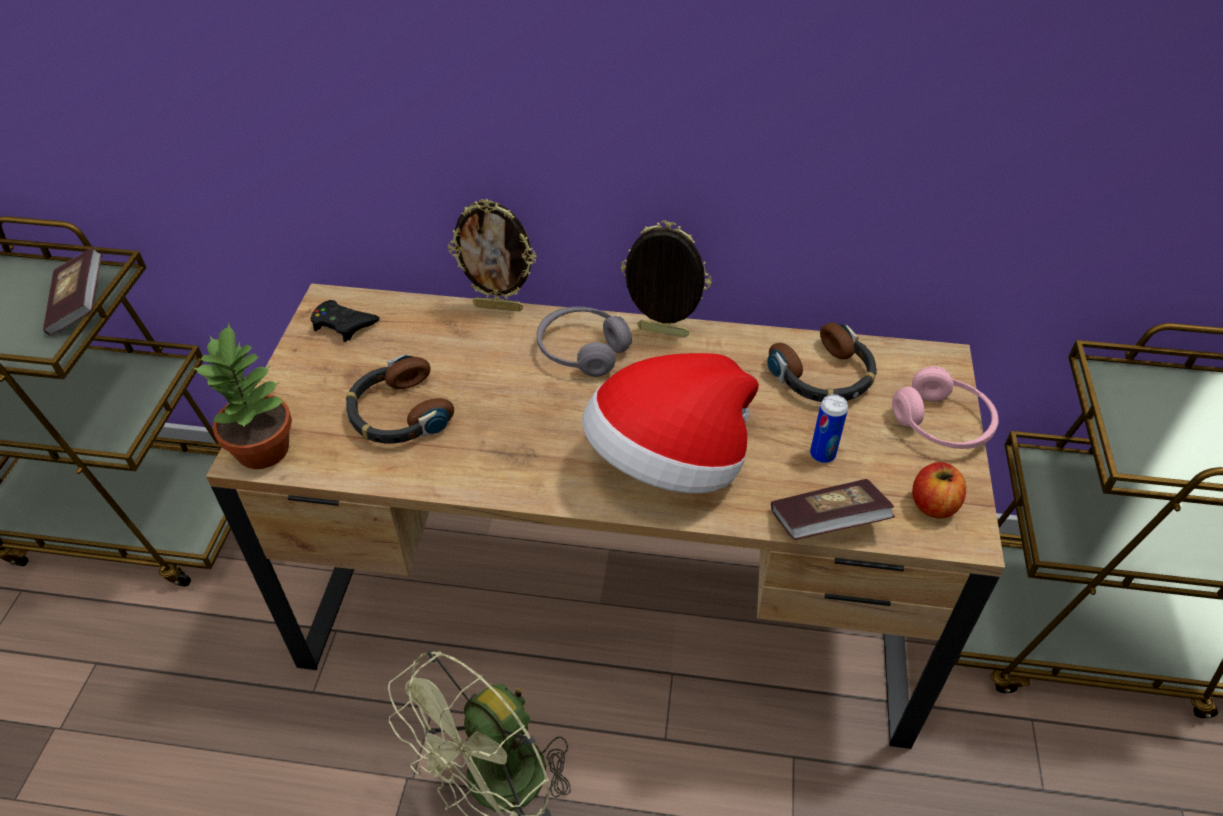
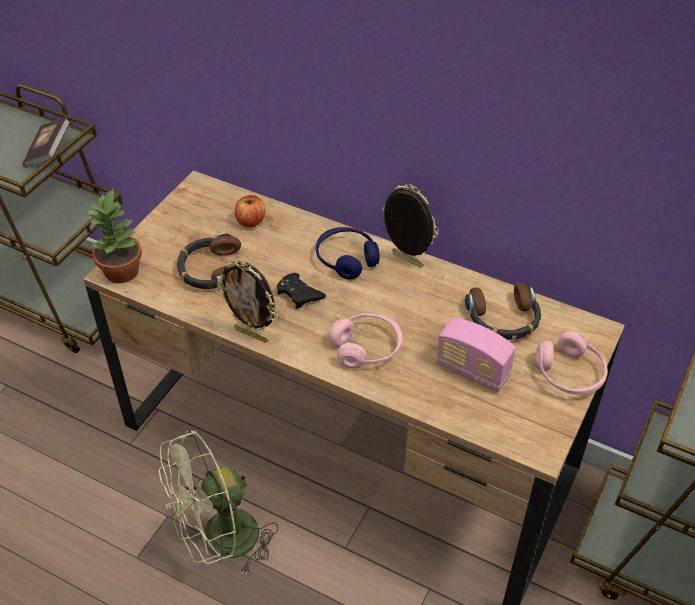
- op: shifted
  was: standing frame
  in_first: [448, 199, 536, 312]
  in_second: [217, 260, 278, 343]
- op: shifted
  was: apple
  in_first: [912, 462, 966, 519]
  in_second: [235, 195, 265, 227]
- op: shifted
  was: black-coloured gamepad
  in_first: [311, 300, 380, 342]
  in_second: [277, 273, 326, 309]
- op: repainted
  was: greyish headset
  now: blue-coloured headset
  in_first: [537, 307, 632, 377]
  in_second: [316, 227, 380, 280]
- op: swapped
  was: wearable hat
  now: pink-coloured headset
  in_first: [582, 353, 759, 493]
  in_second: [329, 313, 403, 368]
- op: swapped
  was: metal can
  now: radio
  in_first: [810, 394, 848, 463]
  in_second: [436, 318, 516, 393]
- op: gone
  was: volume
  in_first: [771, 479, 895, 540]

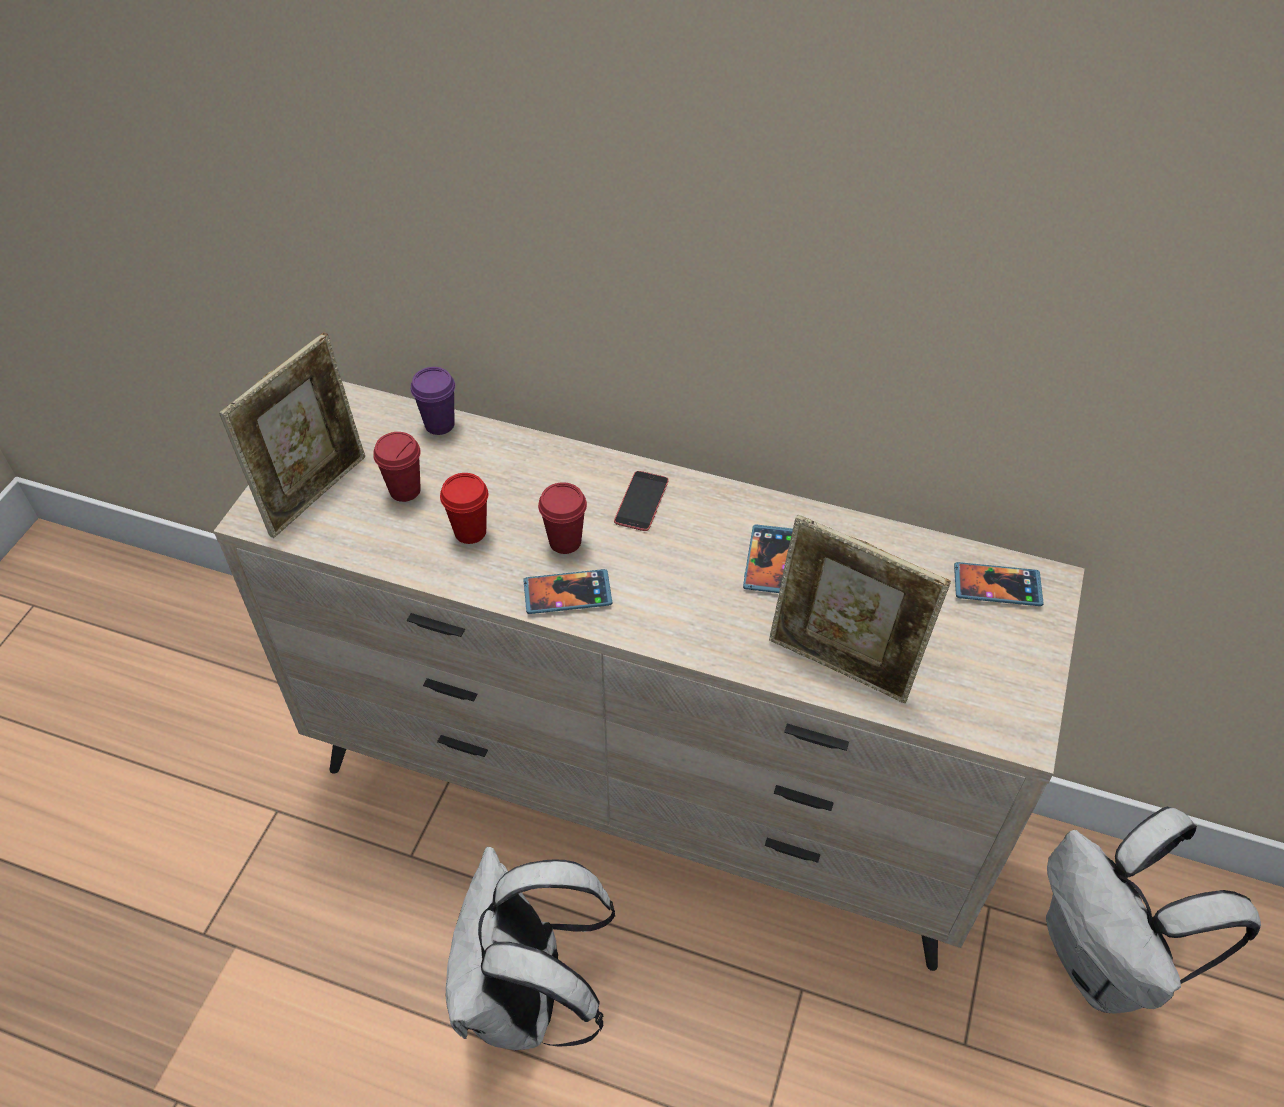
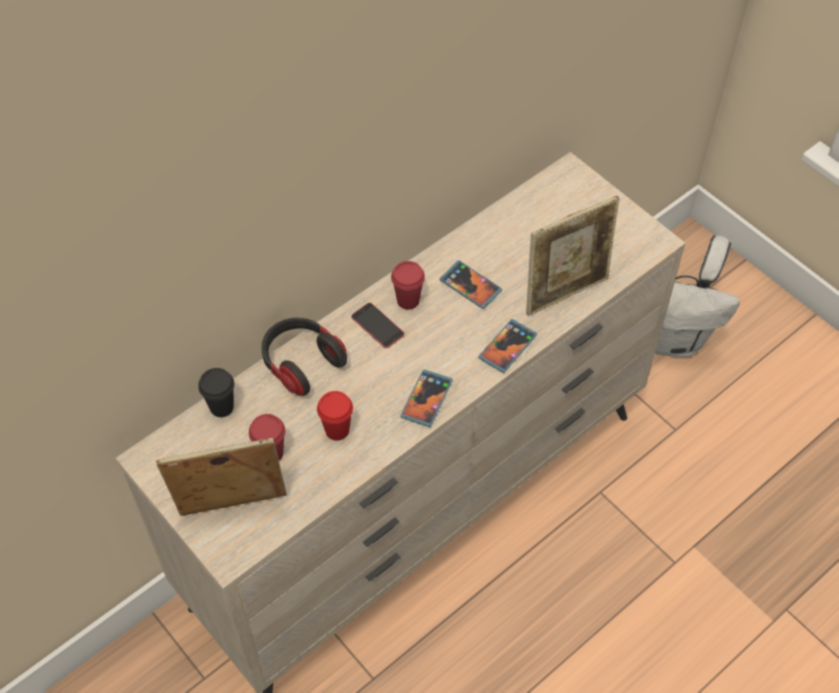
- op: rotated
  was: standing frame
  in_first: [219, 332, 365, 538]
  in_second: [156, 438, 287, 516]
  clockwise: -75
- op: repainted
  was: purple cup
  now: black-coloured cup
  in_first: [411, 367, 455, 435]
  in_second: [198, 368, 234, 417]
- op: new
  now: headset
  in_second: [261, 318, 347, 396]
- op: shifted
  was: red cup
  in_first: [538, 482, 587, 554]
  in_second: [391, 261, 425, 310]
- op: shifted
  was: phone
  in_first: [954, 562, 1044, 606]
  in_second: [478, 319, 537, 373]
- op: gone
  was: whitish backpack
  in_first: [446, 847, 615, 1050]

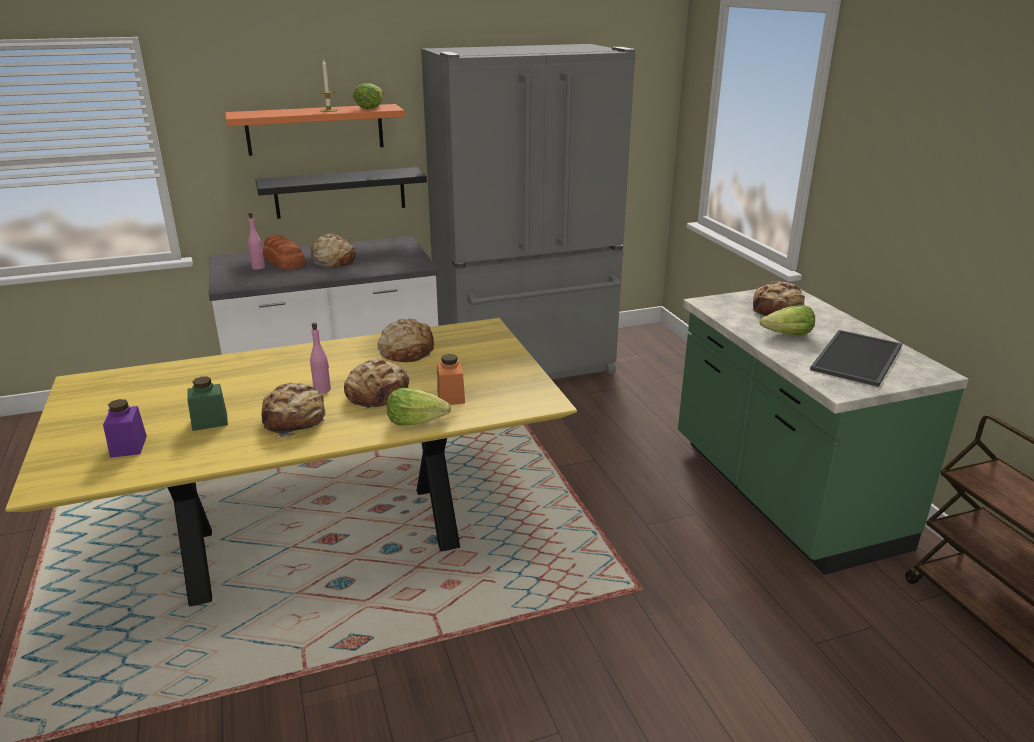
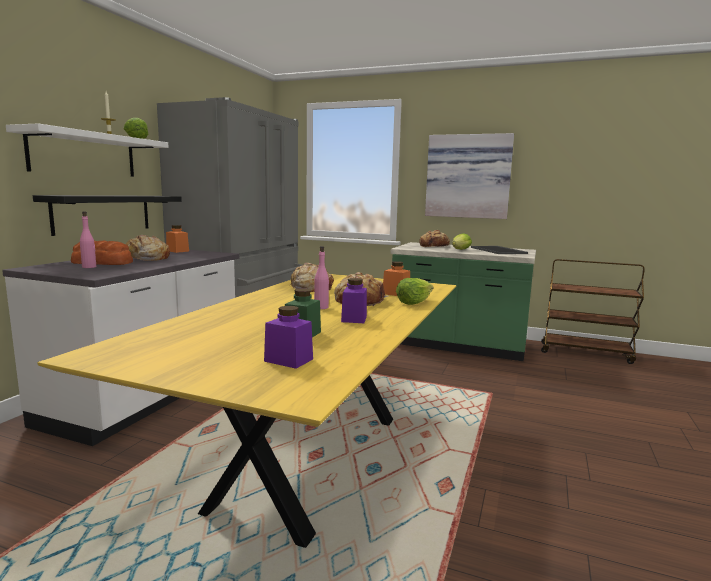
- op: repainted
  was: orange shelf
  now: whitish shelf
  in_first: [225, 104, 405, 156]
  in_second: [6, 123, 169, 177]
- op: new
  now: orange jar
  in_second: [166, 225, 189, 253]
- op: swapped
  was: bakery bread
  now: purple jar
  in_first: [261, 383, 326, 438]
  in_second: [341, 278, 367, 323]
- op: new
  now: wall art
  in_second: [425, 133, 514, 219]

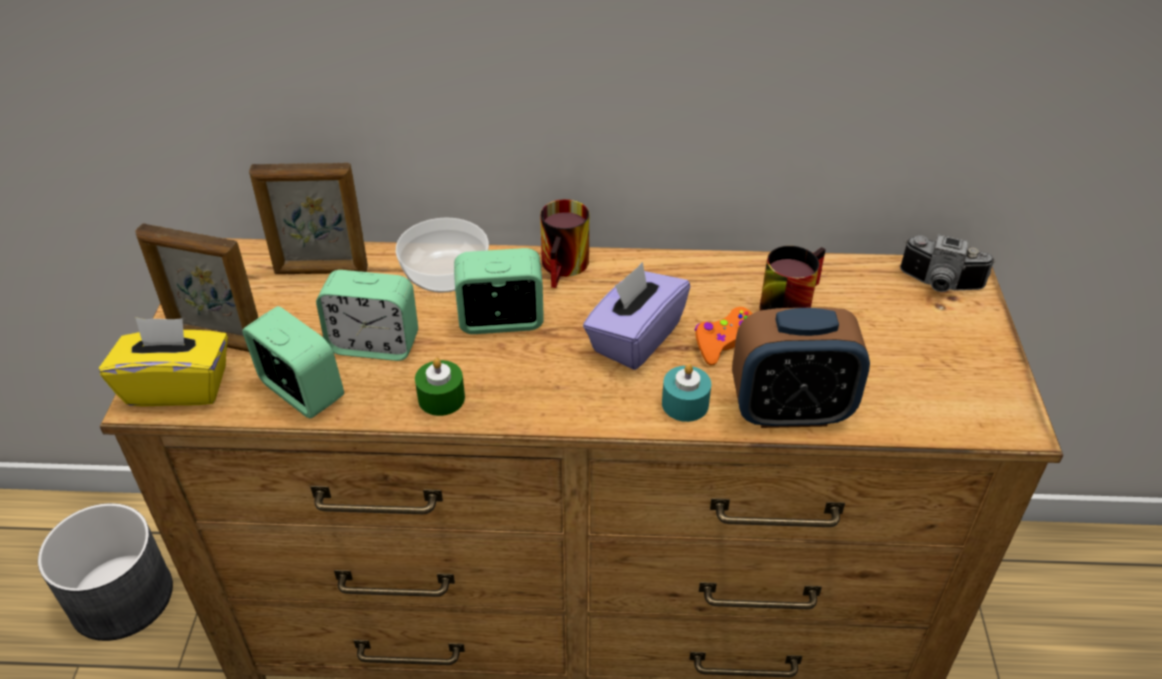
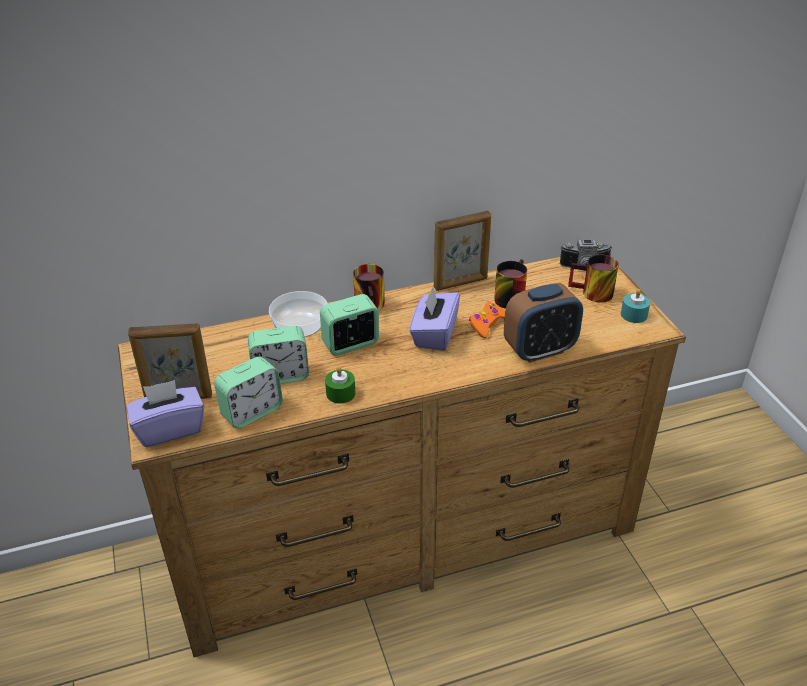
- op: repainted
  was: yellow tissue box
  now: purple tissue box
  in_first: [99, 317, 228, 407]
  in_second: [126, 380, 204, 447]
- op: rotated
  was: table clock
  in_first: [242, 306, 344, 418]
  in_second: [214, 356, 283, 428]
  clockwise: 120
- op: shifted
  was: standing frame
  in_first: [249, 163, 368, 274]
  in_second: [434, 211, 491, 291]
- op: new
  now: mug
  in_second: [568, 255, 619, 303]
- op: shifted
  was: turquoise-coloured candle
  in_first: [662, 364, 711, 422]
  in_second: [621, 289, 650, 323]
- op: gone
  was: greyish planter
  in_first: [38, 503, 173, 641]

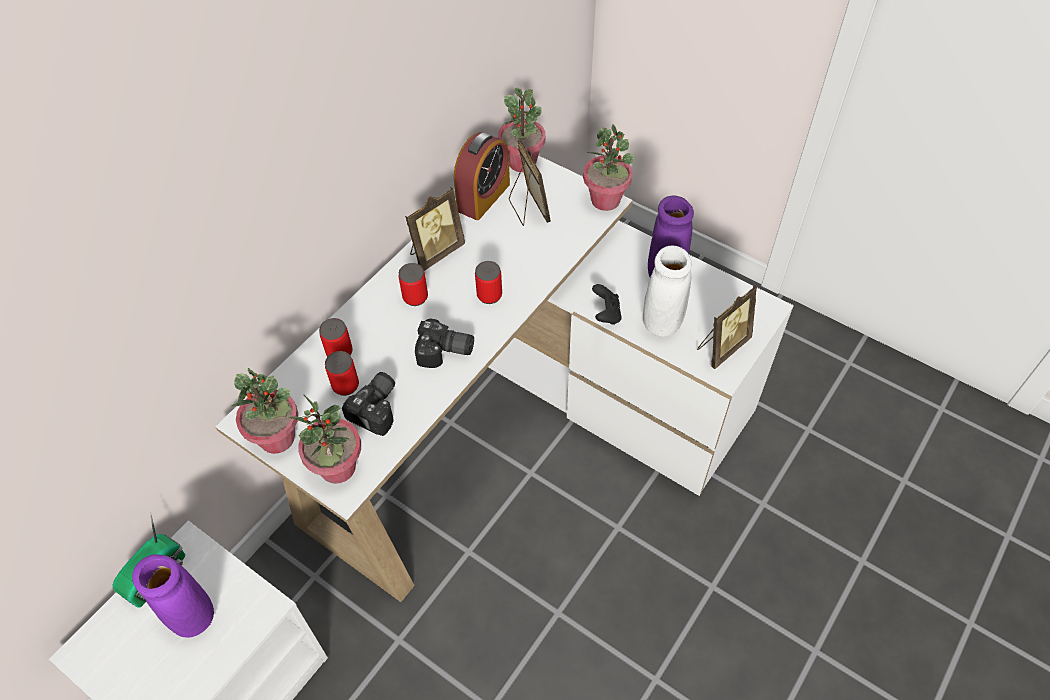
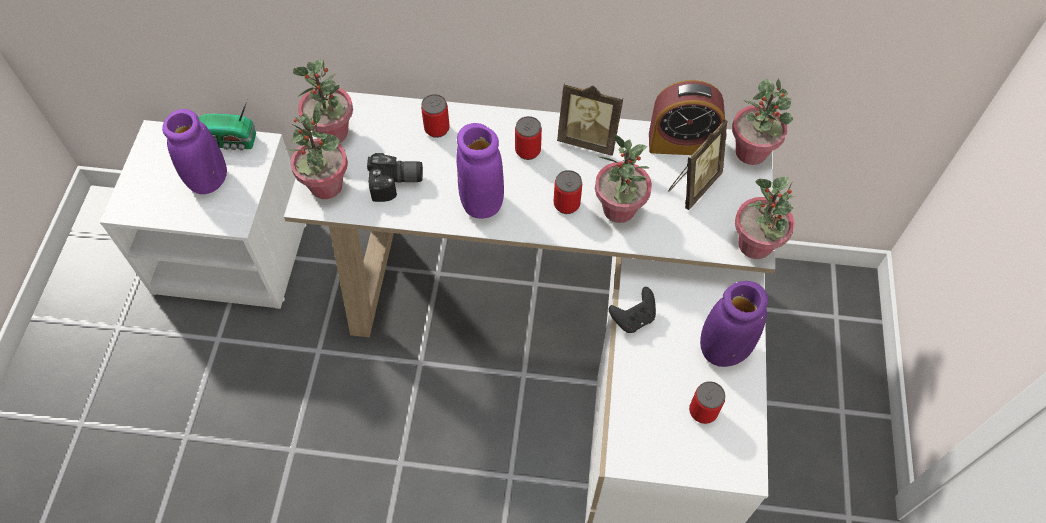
- op: swapped
  was: photo camera
  now: purple decorative vase
  in_first: [415, 318, 474, 368]
  in_second: [457, 123, 504, 219]
- op: new
  now: plant in a pot
  in_second: [595, 134, 652, 223]
- op: shifted
  was: metal can
  in_first: [325, 351, 359, 396]
  in_second: [689, 381, 725, 424]
- op: gone
  was: whitish decorative vase
  in_first: [643, 246, 692, 337]
- op: gone
  was: standing frame
  in_first: [697, 285, 757, 369]

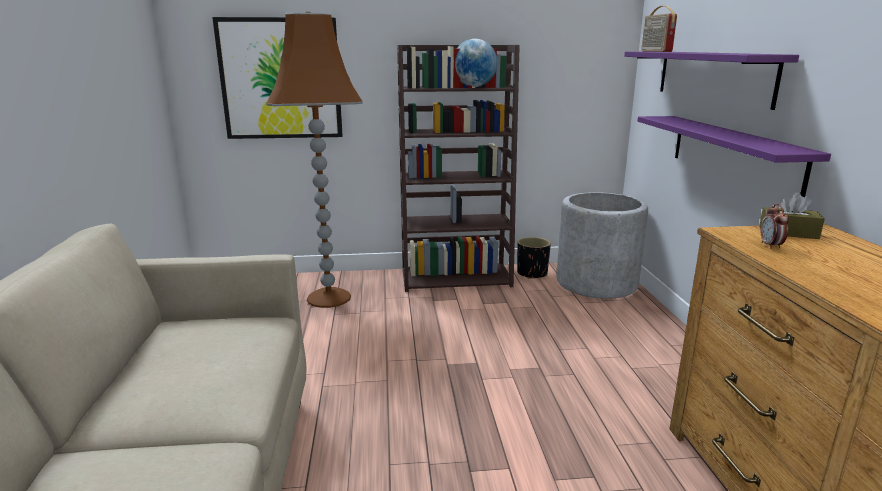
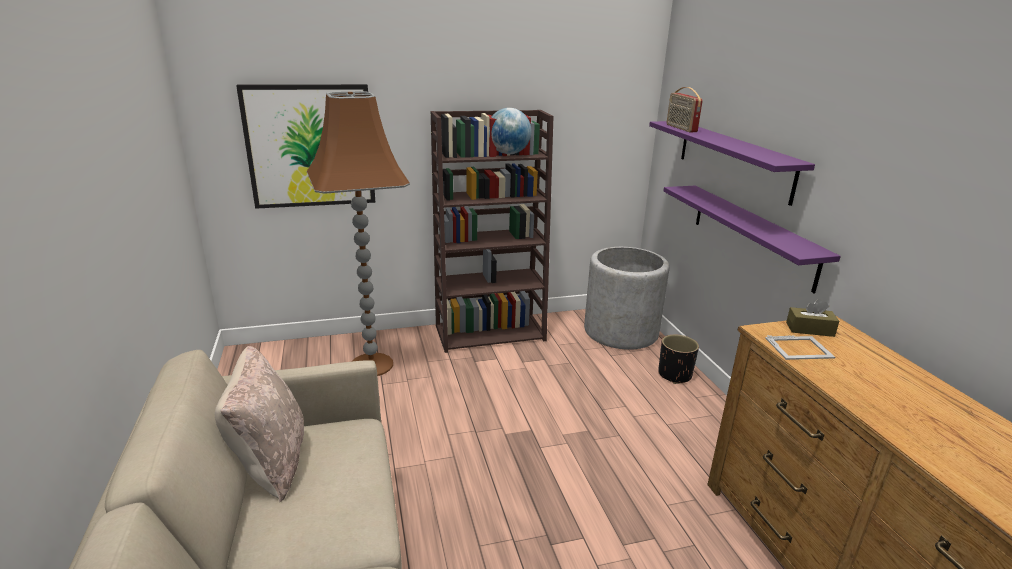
- op: new
  now: sand-coloured throw pillow
  in_second: [215, 346, 304, 502]
- op: shifted
  was: black-coloured planter
  in_first: [517, 237, 551, 279]
  in_second: [658, 335, 699, 384]
- op: swapped
  was: table clock
  now: standing frame
  in_first: [760, 204, 789, 249]
  in_second: [765, 335, 835, 360]

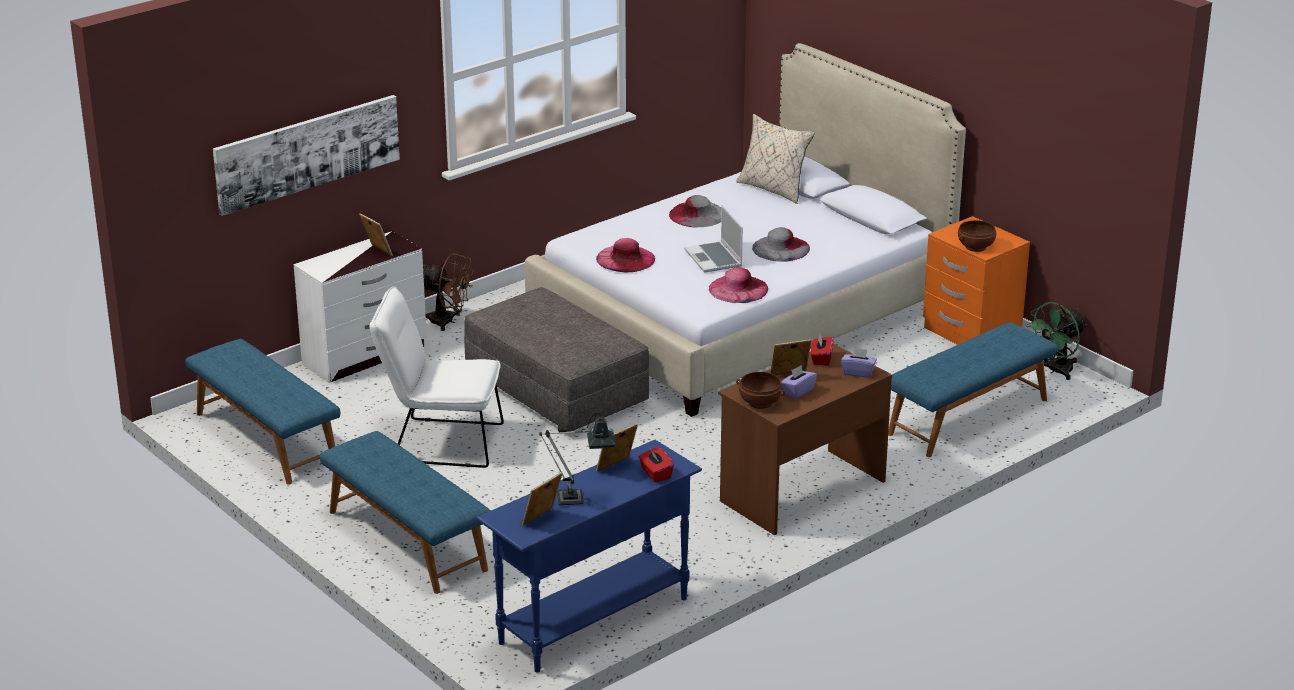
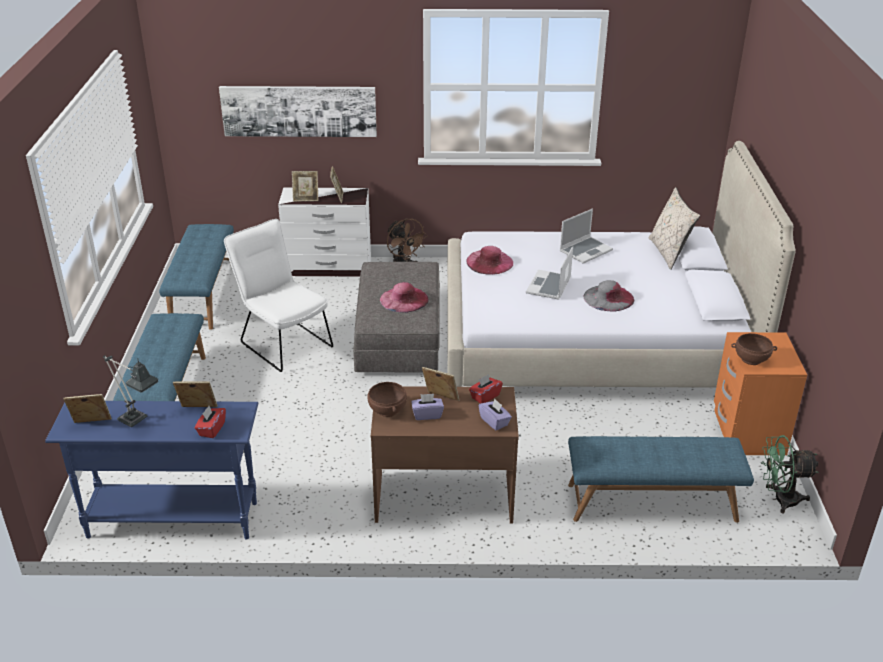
- op: new
  now: standing frame
  in_second: [292, 171, 319, 202]
- op: shifted
  was: pink-coloured wearable hat
  in_first: [709, 267, 768, 303]
  in_second: [380, 282, 429, 313]
- op: swapped
  was: greyish wearable hat
  now: portable computer
  in_first: [669, 195, 721, 227]
  in_second: [560, 209, 613, 264]

